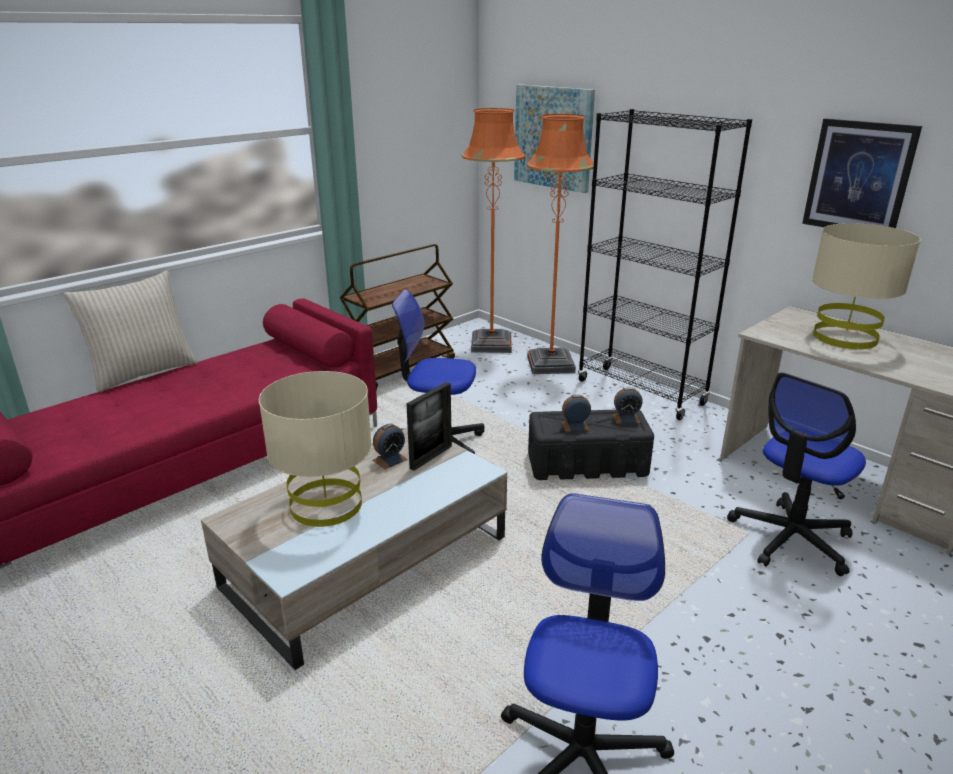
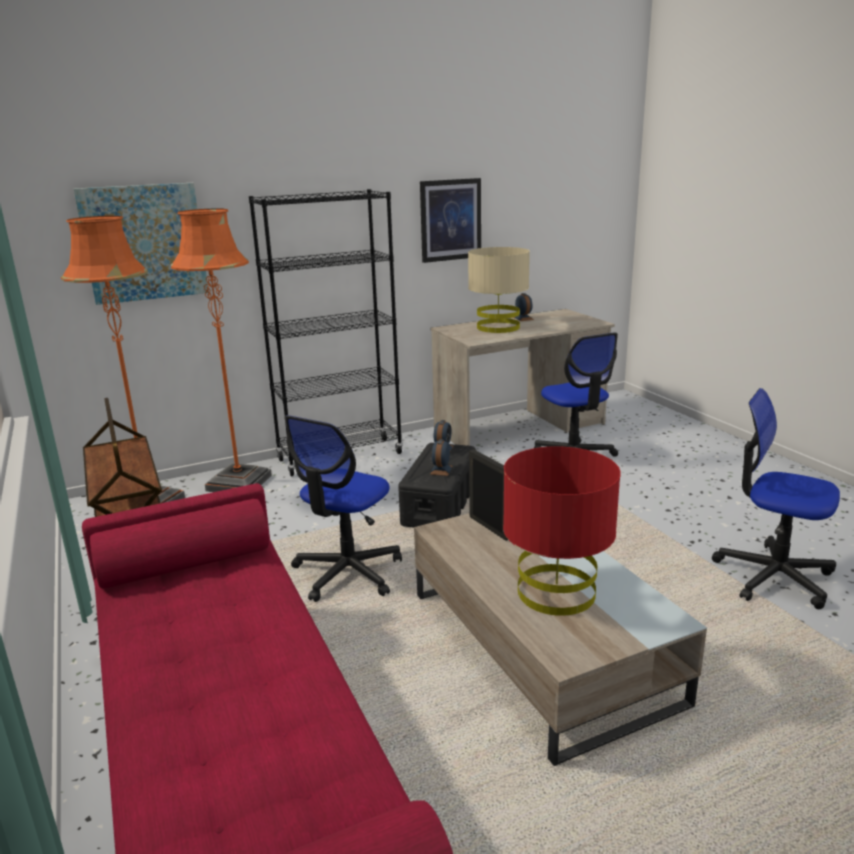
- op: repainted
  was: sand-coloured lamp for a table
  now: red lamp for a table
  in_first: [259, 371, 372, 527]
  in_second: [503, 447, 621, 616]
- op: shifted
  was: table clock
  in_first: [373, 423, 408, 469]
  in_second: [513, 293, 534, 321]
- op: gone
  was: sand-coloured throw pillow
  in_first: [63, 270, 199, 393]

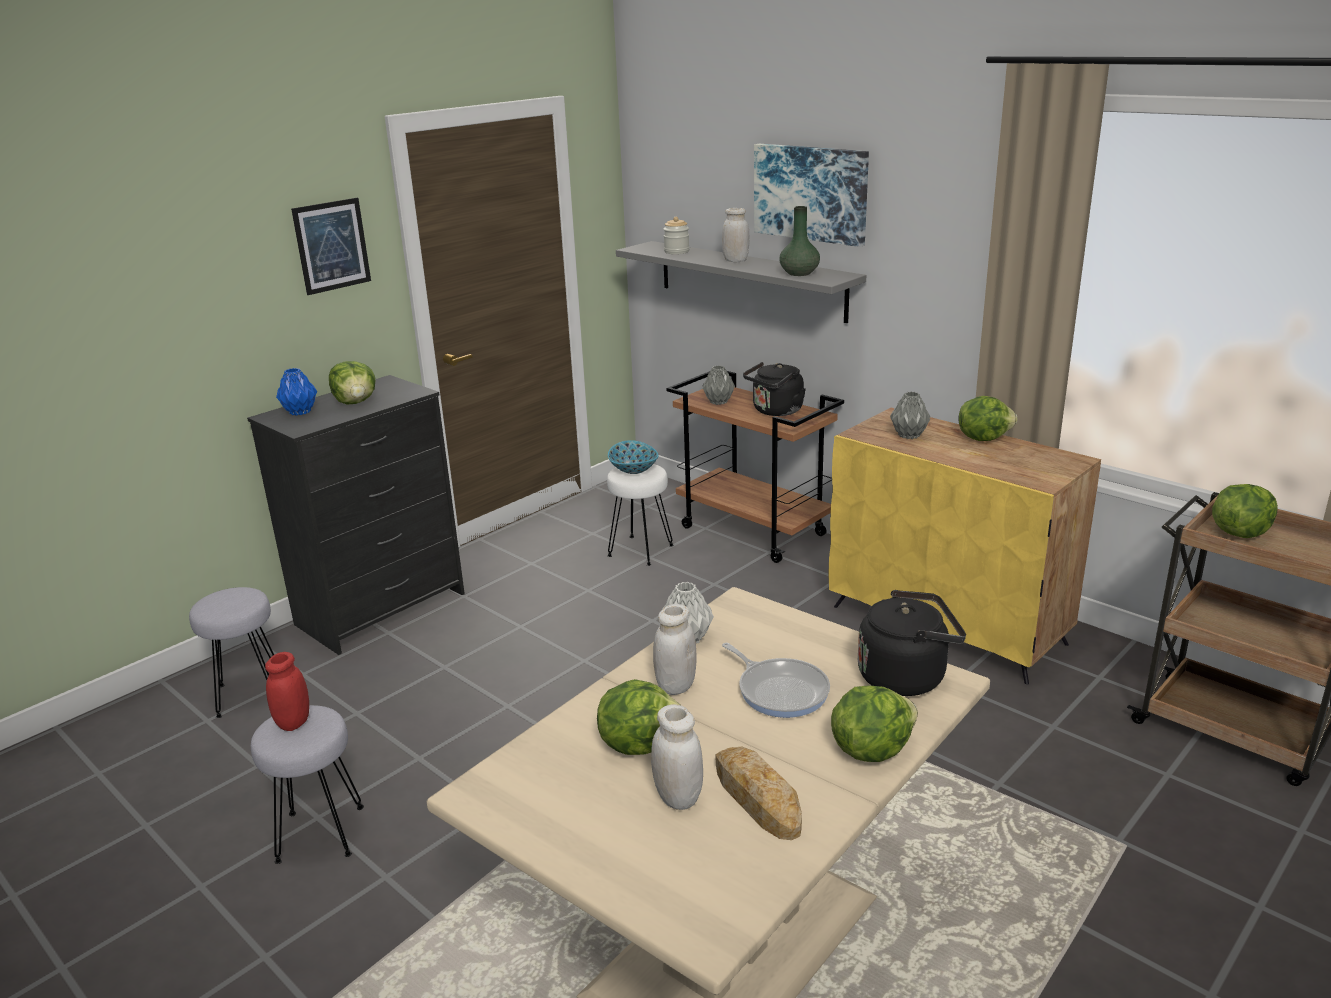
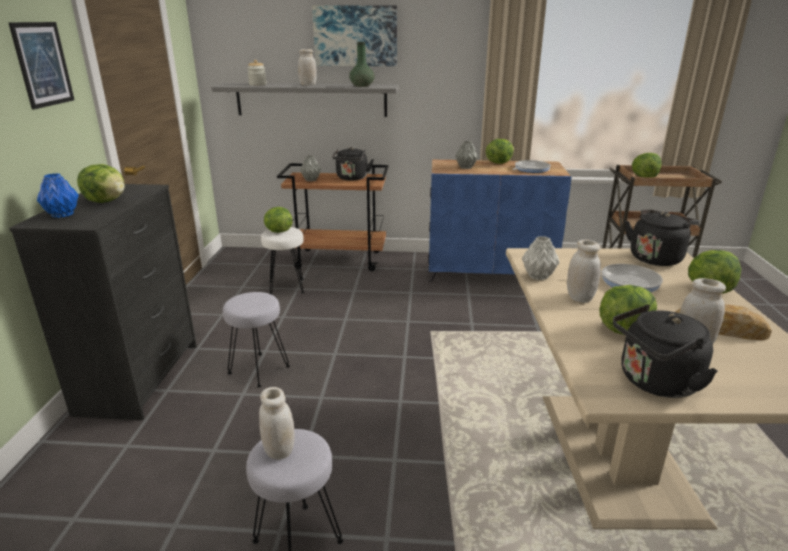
- op: shifted
  was: greyish sitting stool
  in_first: [189, 587, 274, 718]
  in_second: [223, 292, 290, 388]
- op: repainted
  was: red jar
  now: whitish jar
  in_first: [265, 652, 309, 731]
  in_second: [259, 387, 295, 459]
- op: swapped
  was: bowl
  now: lettuce head
  in_first: [608, 440, 659, 474]
  in_second: [264, 207, 293, 233]
- op: repainted
  was: yellow cabinet
  now: blue-coloured cabinet
  in_first: [828, 408, 1101, 684]
  in_second: [428, 160, 572, 282]
- op: new
  now: frying pan
  in_second: [512, 160, 551, 173]
- op: new
  now: black-coloured water kettle
  in_second: [613, 304, 718, 398]

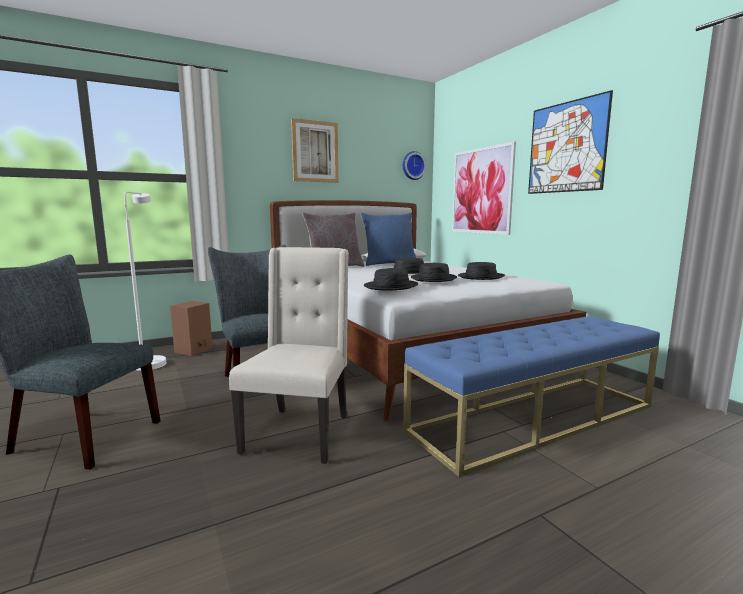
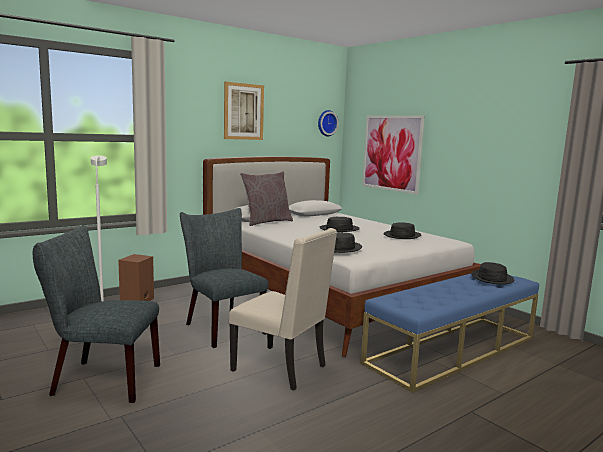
- op: rotated
  was: sand-coloured plain chair
  in_first: [229, 247, 349, 464]
  in_second: [229, 228, 337, 391]
  clockwise: 120
- op: shifted
  was: black-coloured wearable hat
  in_first: [411, 263, 457, 282]
  in_second: [471, 262, 514, 285]
- op: gone
  was: blue-coloured throw pillow
  in_first: [361, 213, 416, 266]
- op: gone
  was: wall art
  in_first: [528, 90, 613, 194]

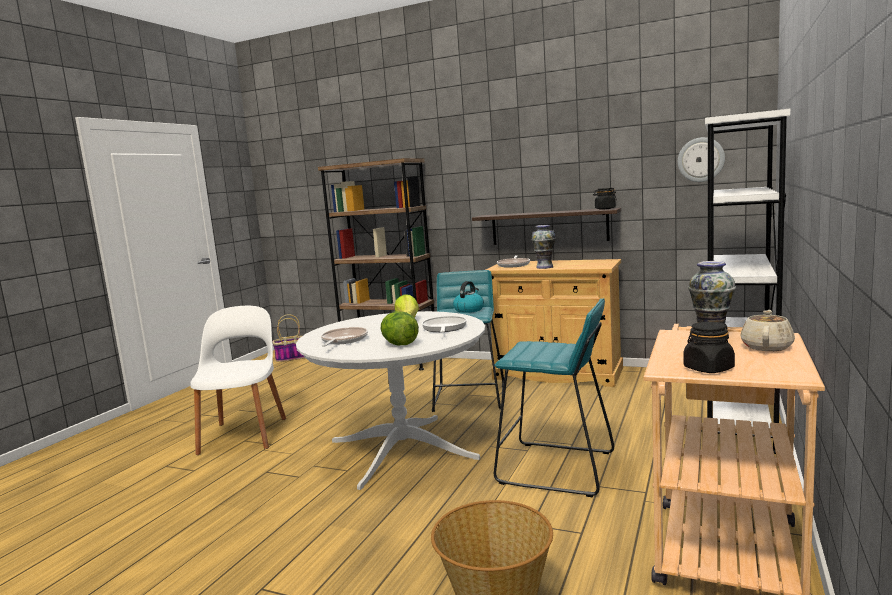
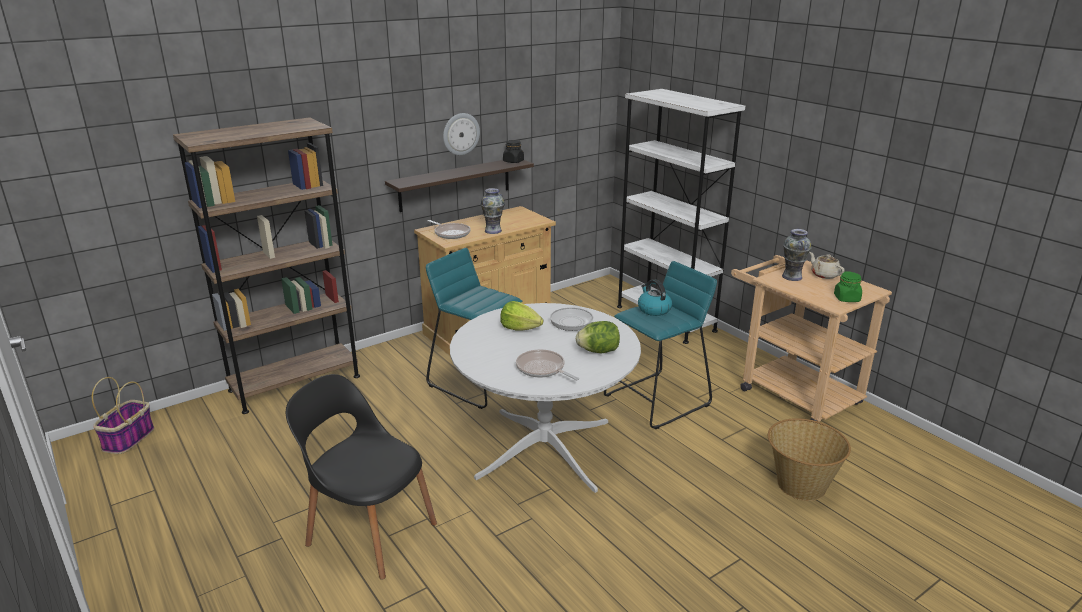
- op: repainted
  was: whitish plain chair
  now: black-coloured plain chair
  in_first: [190, 306, 286, 455]
  in_second: [286, 374, 437, 580]
- op: shifted
  was: wall clock
  in_first: [678, 137, 725, 182]
  in_second: [443, 113, 480, 155]
- op: shifted
  was: water kettle
  in_first: [453, 281, 484, 313]
  in_second: [638, 279, 672, 316]
- op: repainted
  was: black-coloured jar
  now: green jar
  in_first: [684, 322, 735, 373]
  in_second: [834, 271, 862, 302]

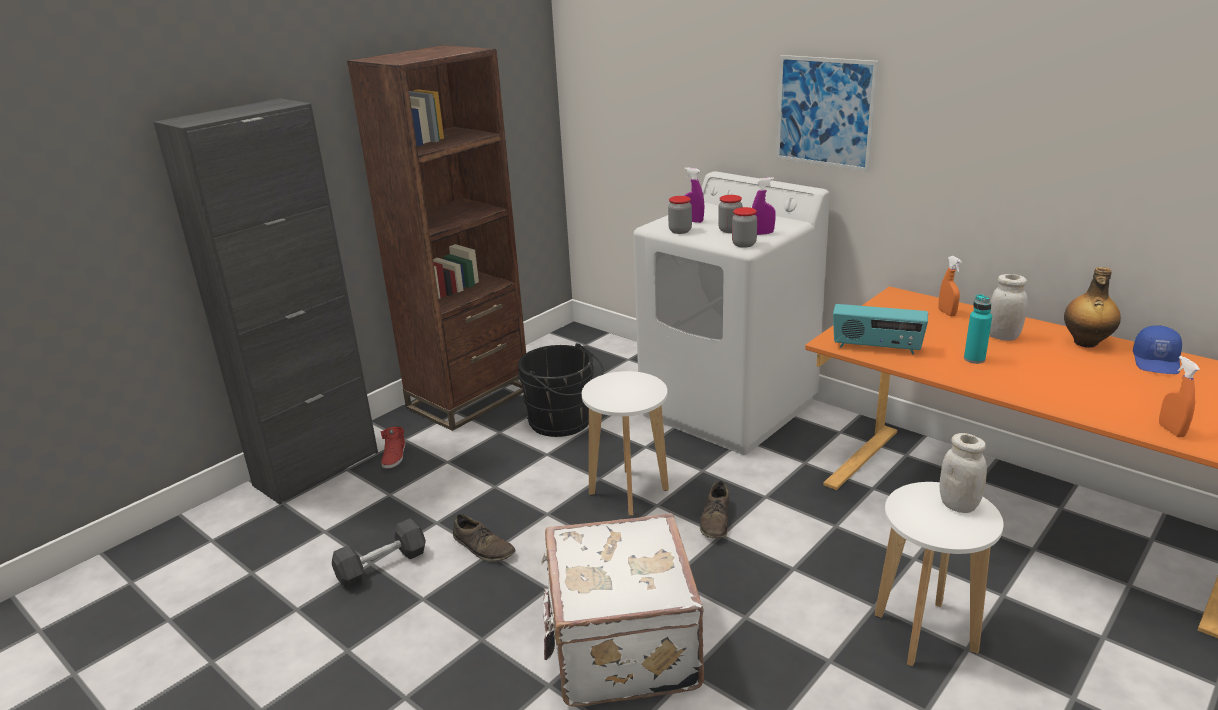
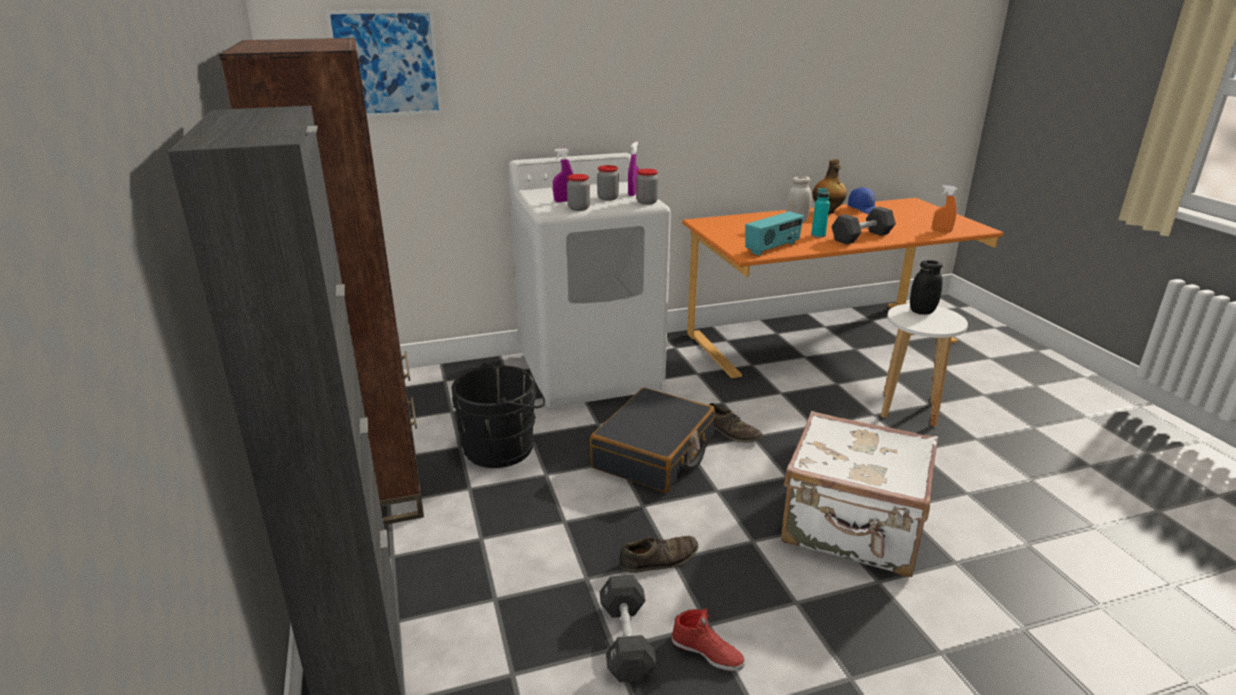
- op: shifted
  was: wall art
  in_first: [776, 55, 879, 172]
  in_second: [325, 9, 443, 117]
- op: swapped
  was: whitish sitting stool
  now: black-coloured suitcase
  in_first: [582, 371, 669, 516]
  in_second: [590, 388, 715, 493]
- op: shifted
  was: red shoe
  in_first: [381, 426, 406, 469]
  in_second: [672, 608, 745, 671]
- op: new
  now: black-coloured free weight
  in_second: [831, 207, 896, 244]
- op: repainted
  was: whitish jar
  now: black-coloured jar
  in_first: [940, 433, 987, 513]
  in_second: [910, 260, 943, 315]
- op: gone
  was: orange sprayer
  in_first: [938, 256, 962, 316]

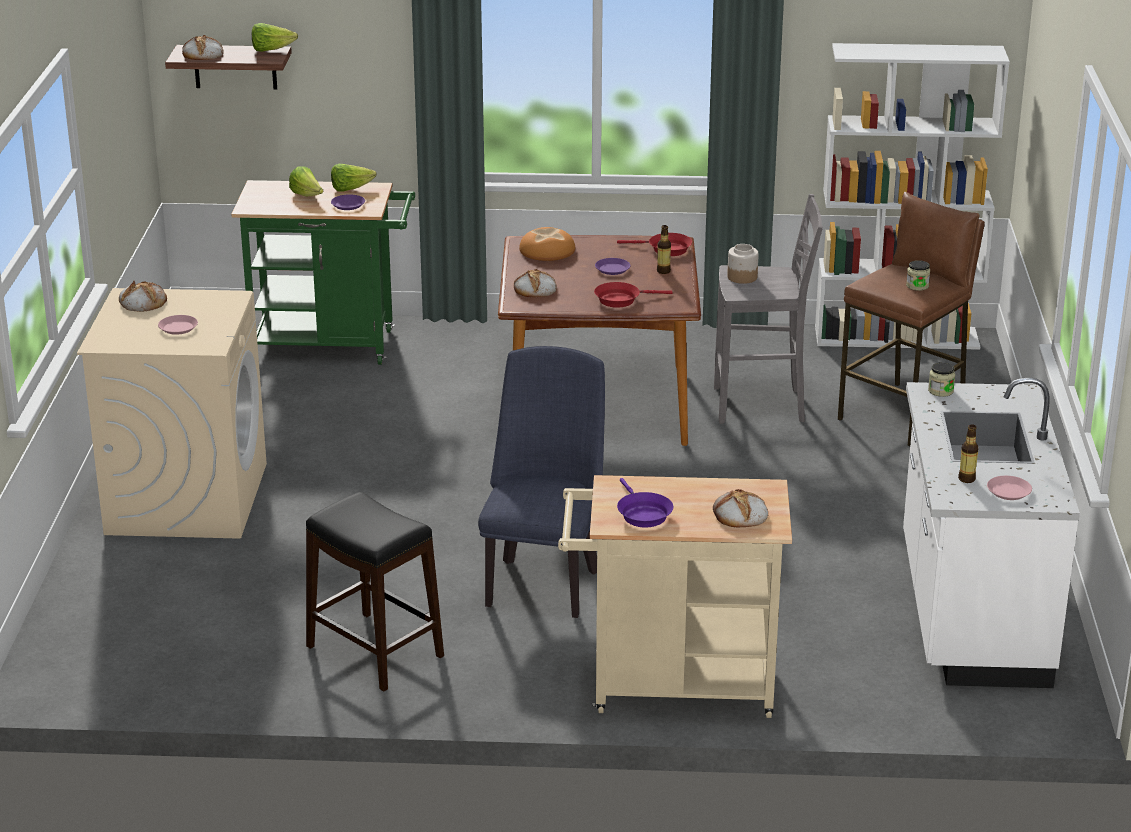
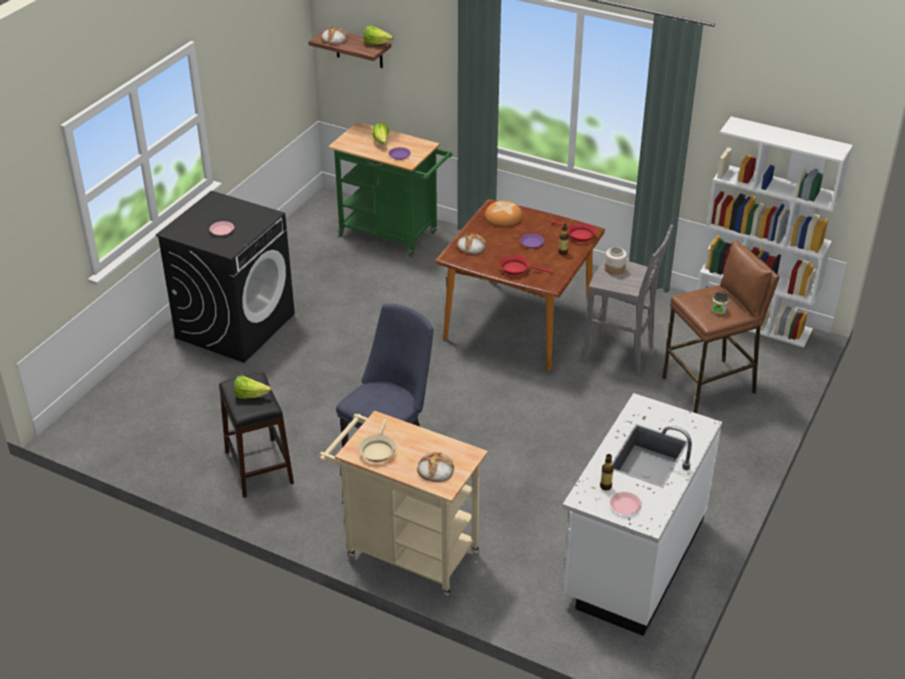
- op: repainted
  was: sand-coloured laundry appliance
  now: black-coloured laundry appliance
  in_first: [77, 288, 267, 539]
  in_second: [156, 190, 295, 363]
- op: shifted
  was: lettuce head
  in_first: [331, 164, 377, 192]
  in_second: [234, 376, 271, 399]
- op: repainted
  was: purple frying pan
  now: sand-coloured frying pan
  in_first: [617, 478, 673, 527]
  in_second: [359, 419, 396, 462]
- op: gone
  was: bakery bread
  in_first: [119, 281, 167, 312]
- op: gone
  was: jar
  in_first: [928, 362, 955, 397]

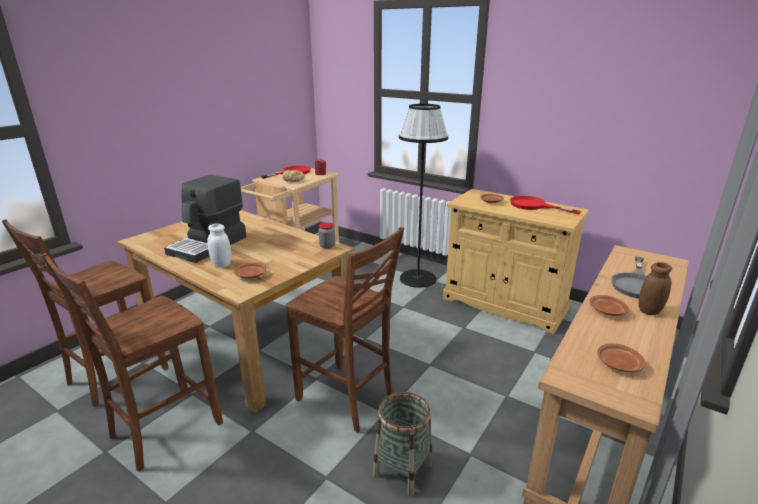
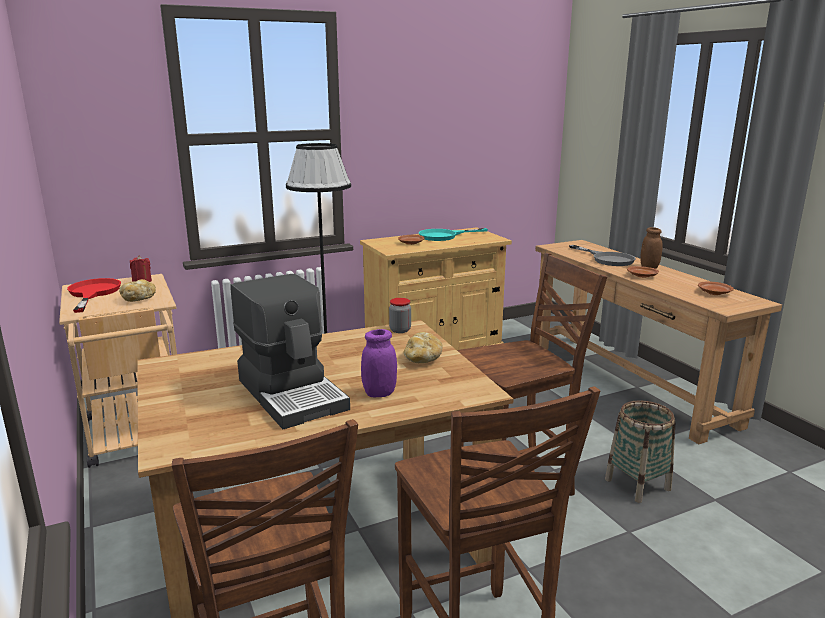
- op: repainted
  was: whitish jar
  now: purple jar
  in_first: [207, 224, 231, 268]
  in_second: [361, 329, 397, 398]
- op: new
  now: bakery bread
  in_second: [404, 332, 443, 363]
- op: repainted
  was: red frying pan
  now: turquoise-coloured frying pan
  in_first: [510, 196, 581, 215]
  in_second: [419, 228, 488, 241]
- op: gone
  was: brownish flat dish
  in_first: [234, 263, 266, 278]

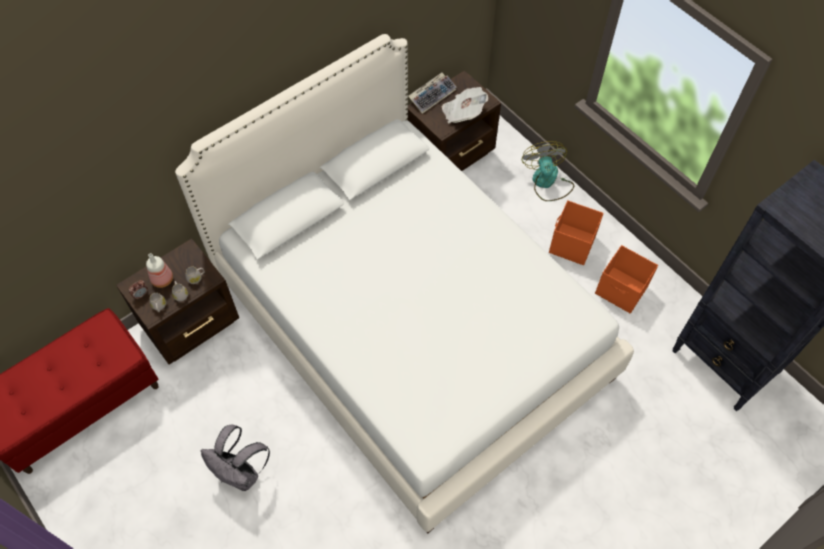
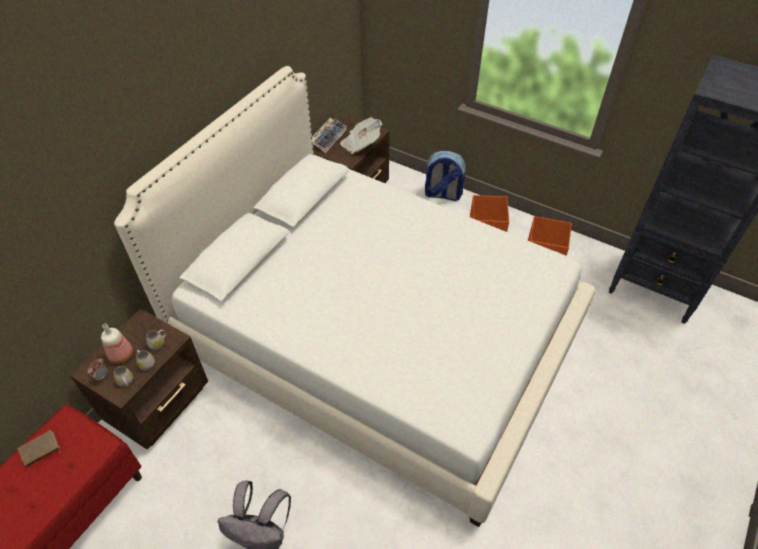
- op: new
  now: brownish volume
  in_second: [17, 430, 61, 467]
- op: swapped
  was: fan
  now: backpack
  in_first: [522, 141, 574, 201]
  in_second: [425, 151, 466, 201]

